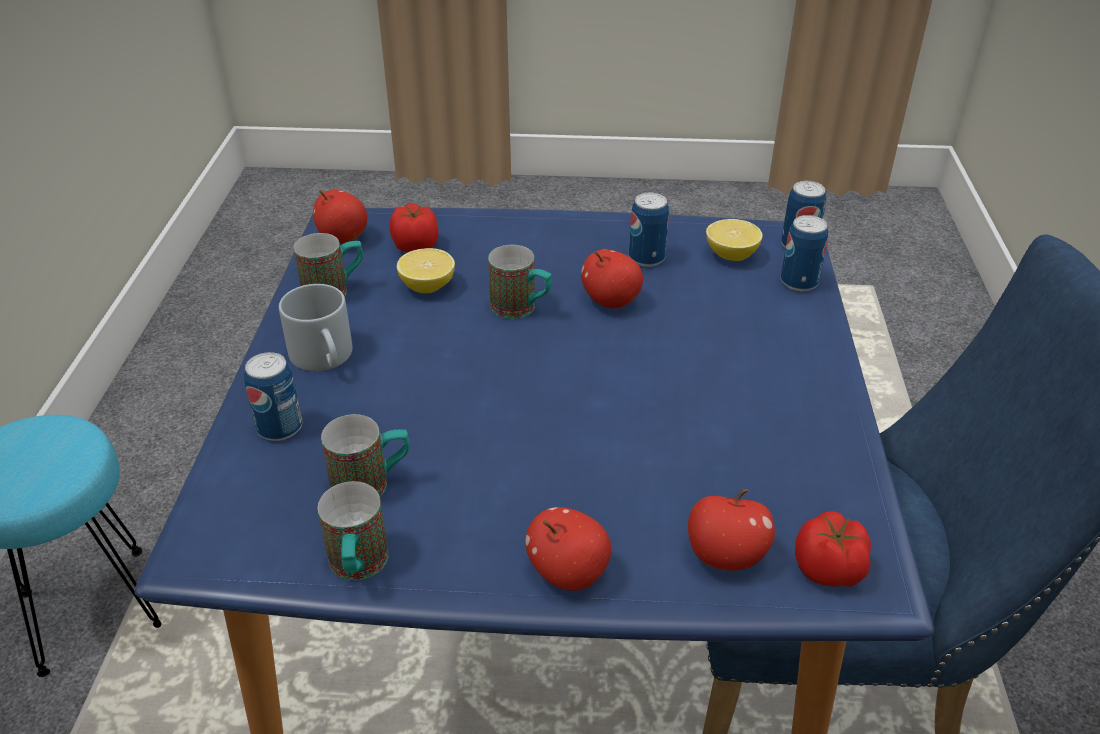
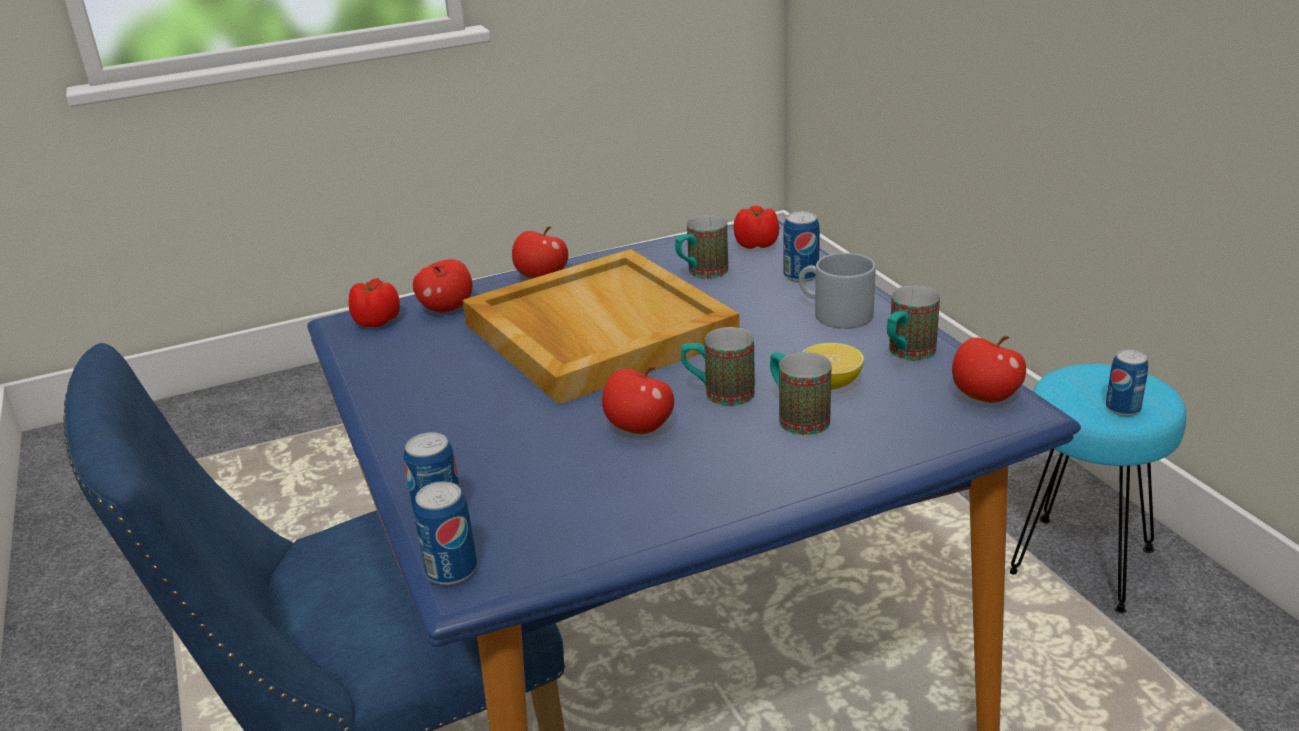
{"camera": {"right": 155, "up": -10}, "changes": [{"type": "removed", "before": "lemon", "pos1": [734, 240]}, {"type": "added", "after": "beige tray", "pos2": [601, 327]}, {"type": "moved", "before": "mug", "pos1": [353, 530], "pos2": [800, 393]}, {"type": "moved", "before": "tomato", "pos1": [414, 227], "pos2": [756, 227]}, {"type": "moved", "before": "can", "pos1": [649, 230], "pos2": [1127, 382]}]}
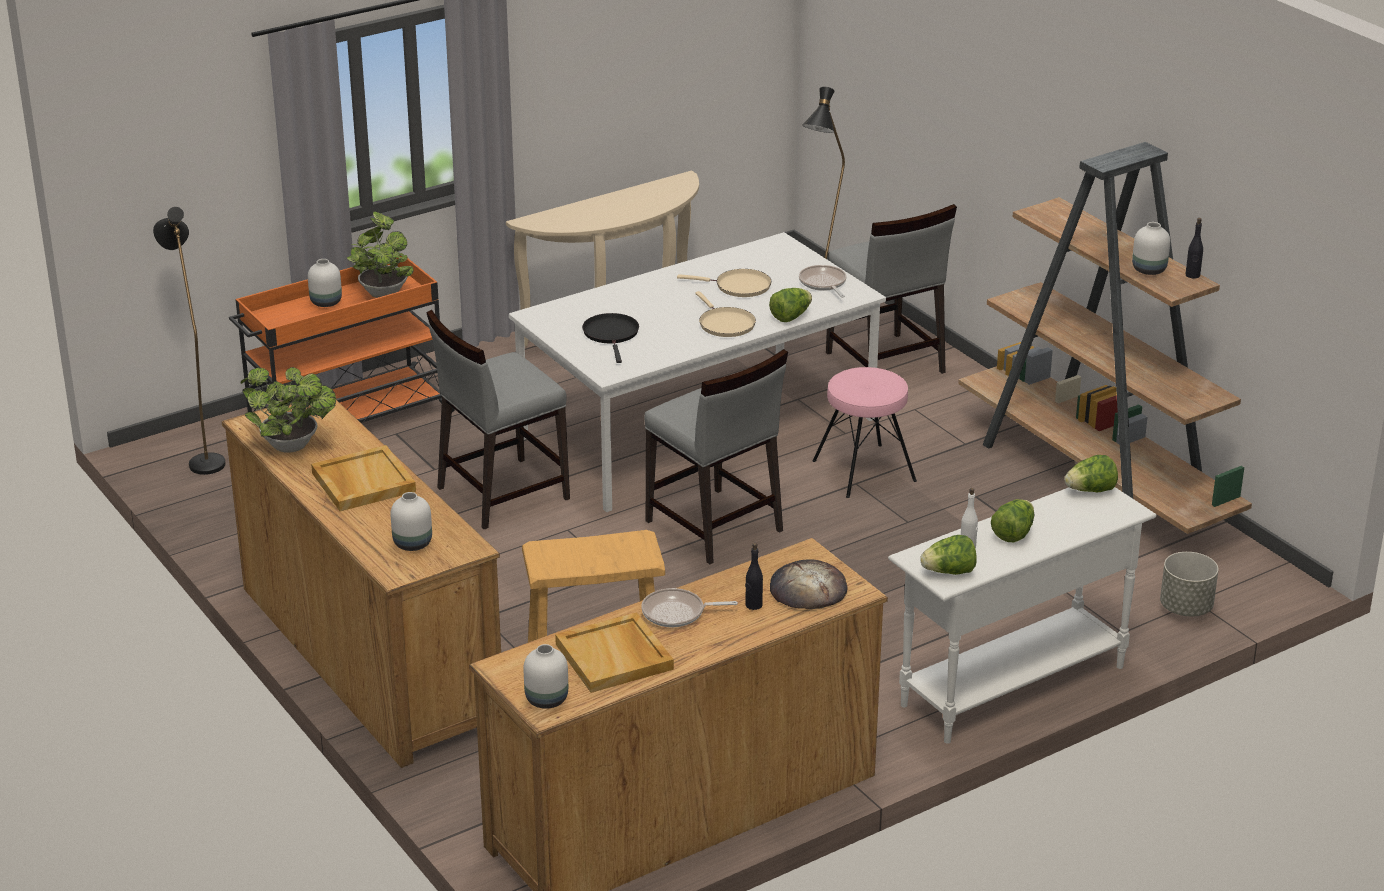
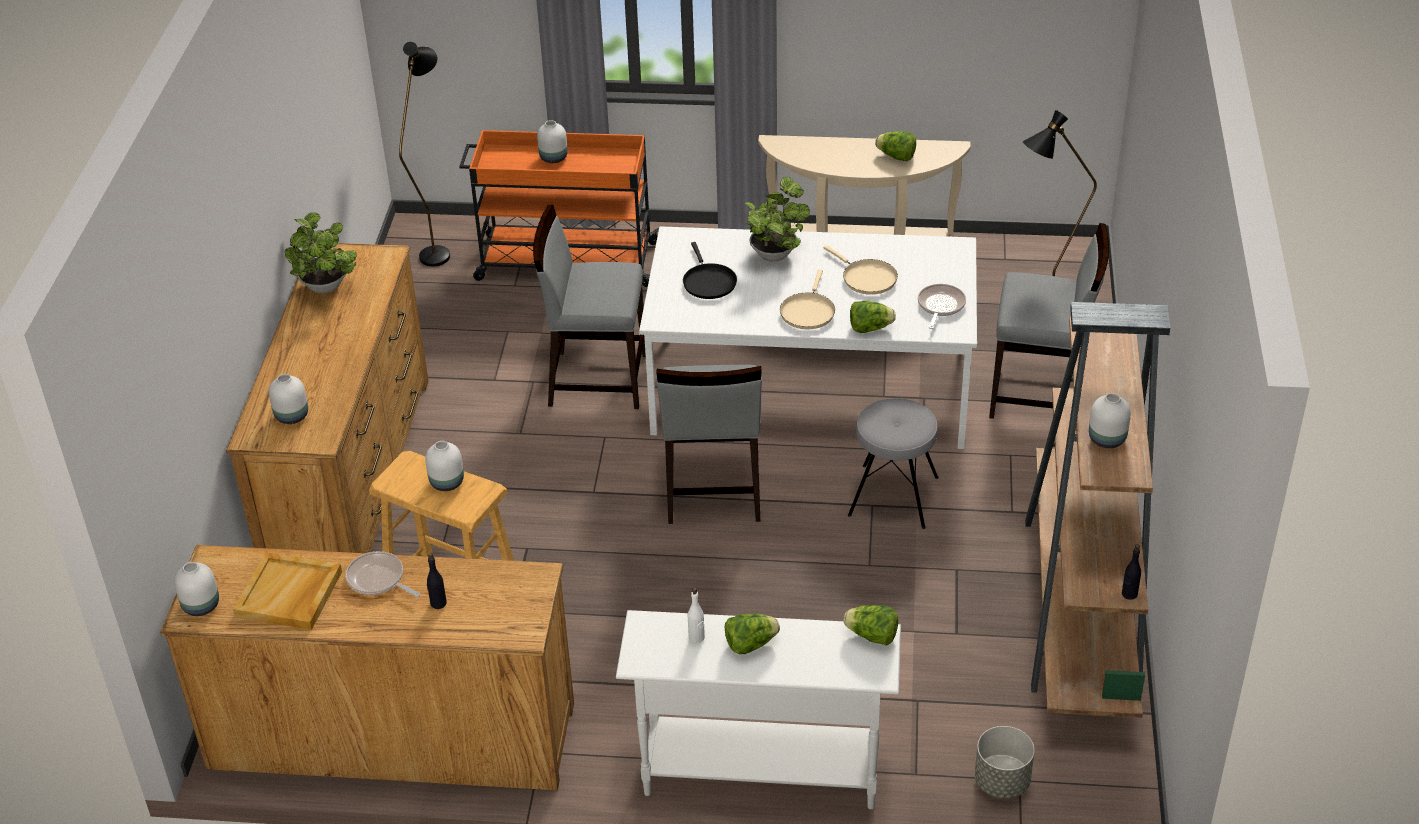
{"camera": {"right": 40, "up": 10}, "changes": [{"type": "removed", "before": "beige tray", "pos1": [363, 478]}, {"type": "removed", "before": "bread", "pos1": [809, 584]}, {"type": "added", "after": "white vase", "pos2": [444, 466]}, {"type": "moved", "before": "potted plant", "pos1": [380, 254], "pos2": [777, 219]}, {"type": "moved", "before": "lettuce", "pos1": [948, 555], "pos2": [895, 146]}, {"type": "moved", "before": "black bottle", "pos1": [1194, 248], "pos2": [1131, 572]}, {"type": "recoloured", "before": "pink stool", "after": "grey stool", "pos1": [865, 432], "pos2": [893, 463]}, {"type": "turned", "before": "black frying pan", "pos1": [610, 338], "pos2": [710, 270], "turn": 135}, {"type": "turned", "before": "grey chair", "pos1": [891, 289], "pos2": [1049, 321], "turn": -90}]}
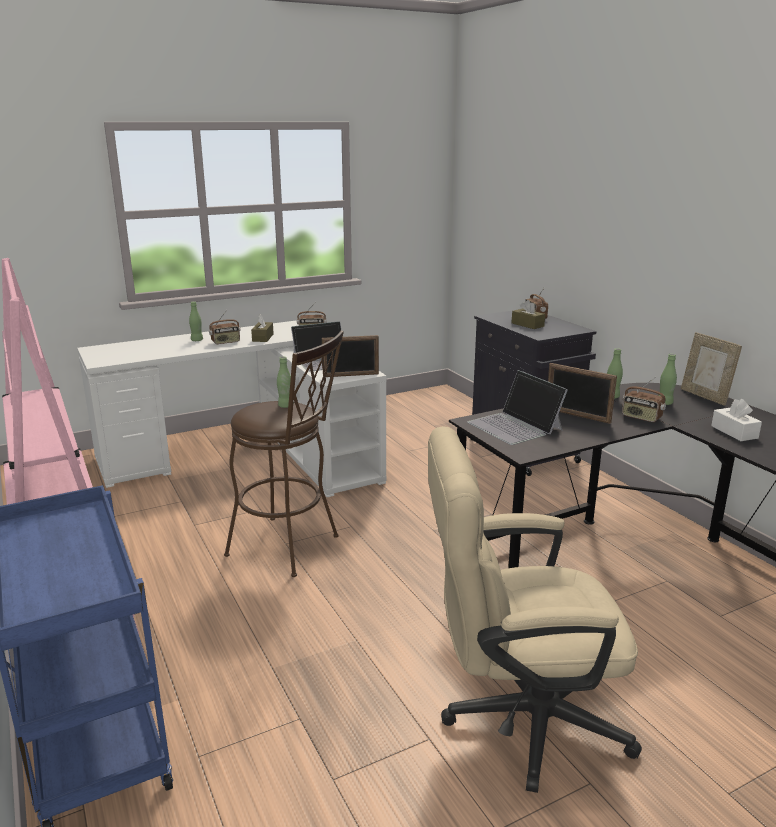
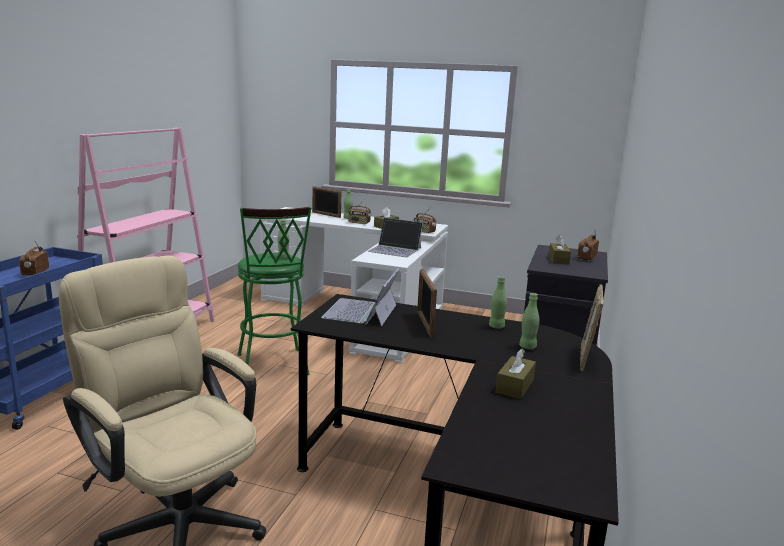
{"camera": {"right": 45, "up": -5}, "changes": [{"type": "moved", "before": "picture frame", "pos1": [350, 356], "pos2": [326, 202]}, {"type": "moved", "before": "radio", "pos1": [644, 399], "pos2": [34, 258]}, {"type": "recoloured", "before": "brown stool", "after": "green stool", "pos1": [284, 453], "pos2": [274, 291]}, {"type": "recoloured", "before": "white tissue box", "after": "brown tissue box", "pos1": [736, 420], "pos2": [516, 374]}]}
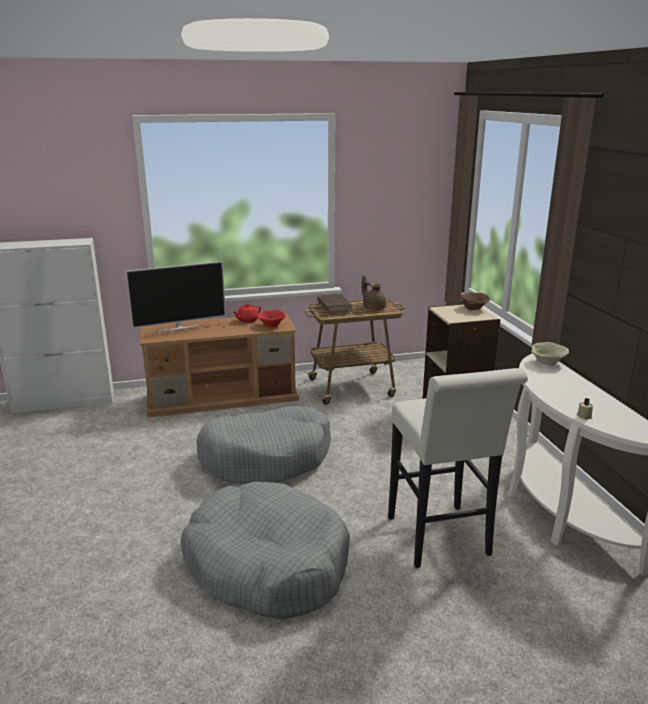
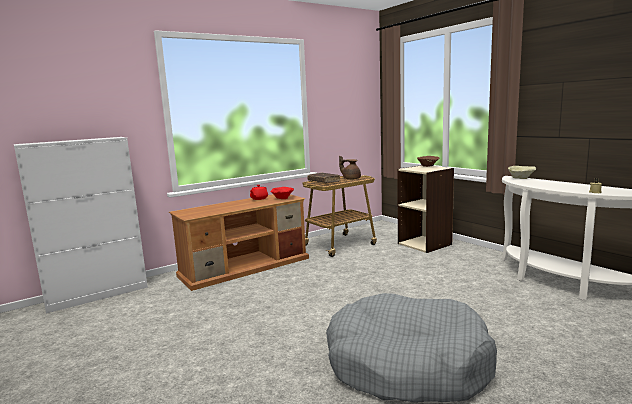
{"camera": {"right": -20, "up": -10}, "changes": [{"type": "removed", "before": "television", "pos1": [175, 296]}, {"type": "removed", "before": "grey dog bed", "pos1": [263, 445]}, {"type": "removed", "before": "white stool", "pos1": [458, 468]}]}
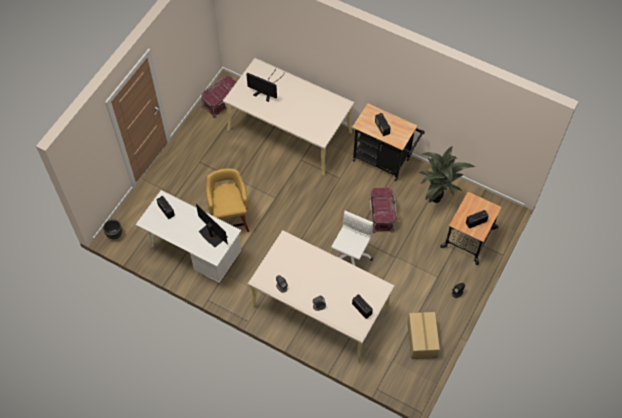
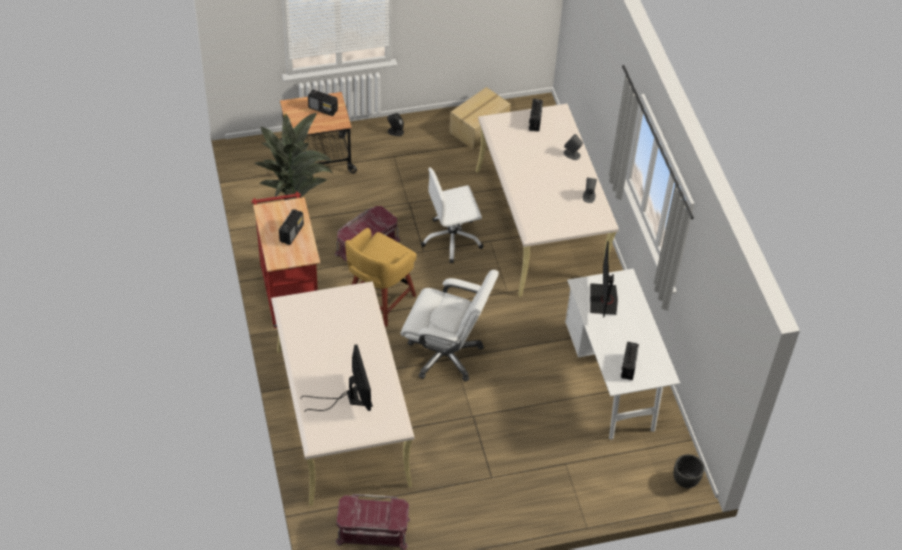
{"camera": {"right": -135, "up": -10}, "changes": [{"type": "added", "after": "white office chair", "pos2": [450, 326]}, {"type": "moved", "before": "yellow stool", "pos1": [227, 200], "pos2": [381, 277]}, {"type": "recoloured", "before": "black cart", "after": "red cart", "pos1": [388, 142], "pos2": [285, 260]}]}
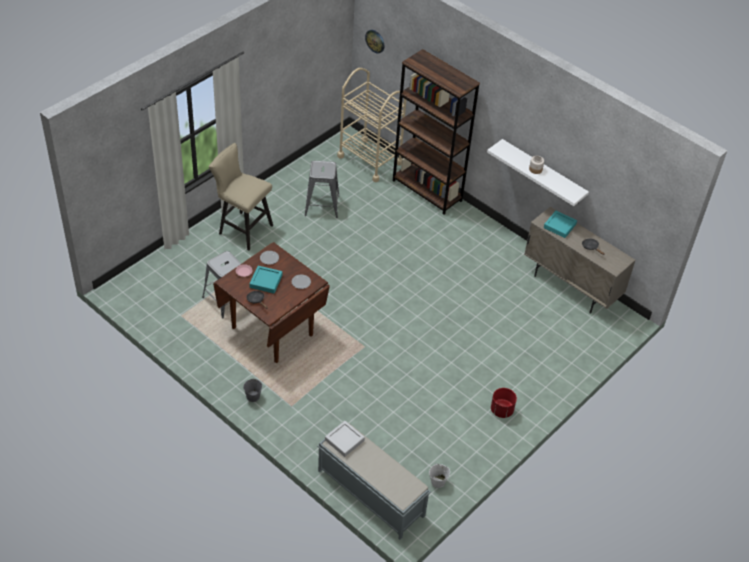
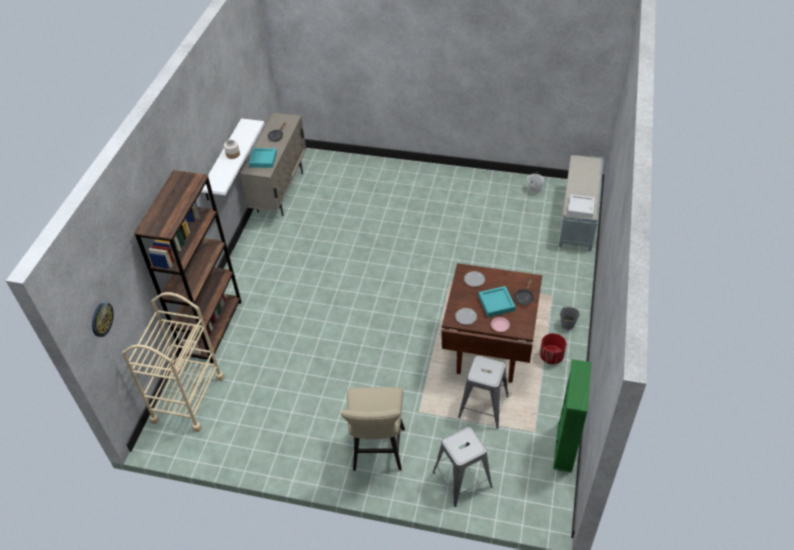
{"camera": {"right": -115, "up": 0}, "changes": [{"type": "added", "after": "green bookcase", "pos2": [572, 415]}, {"type": "moved", "before": "grey stool", "pos1": [322, 189], "pos2": [463, 467]}, {"type": "moved", "before": "red planter", "pos1": [504, 403], "pos2": [553, 348]}]}
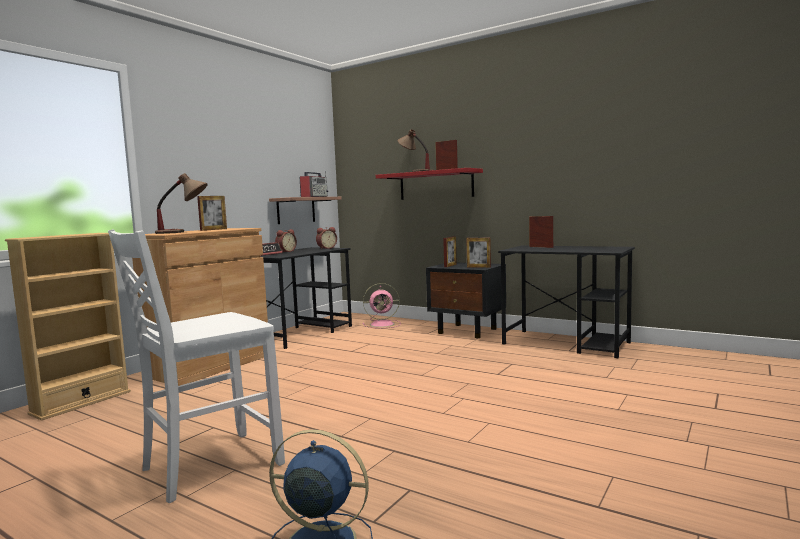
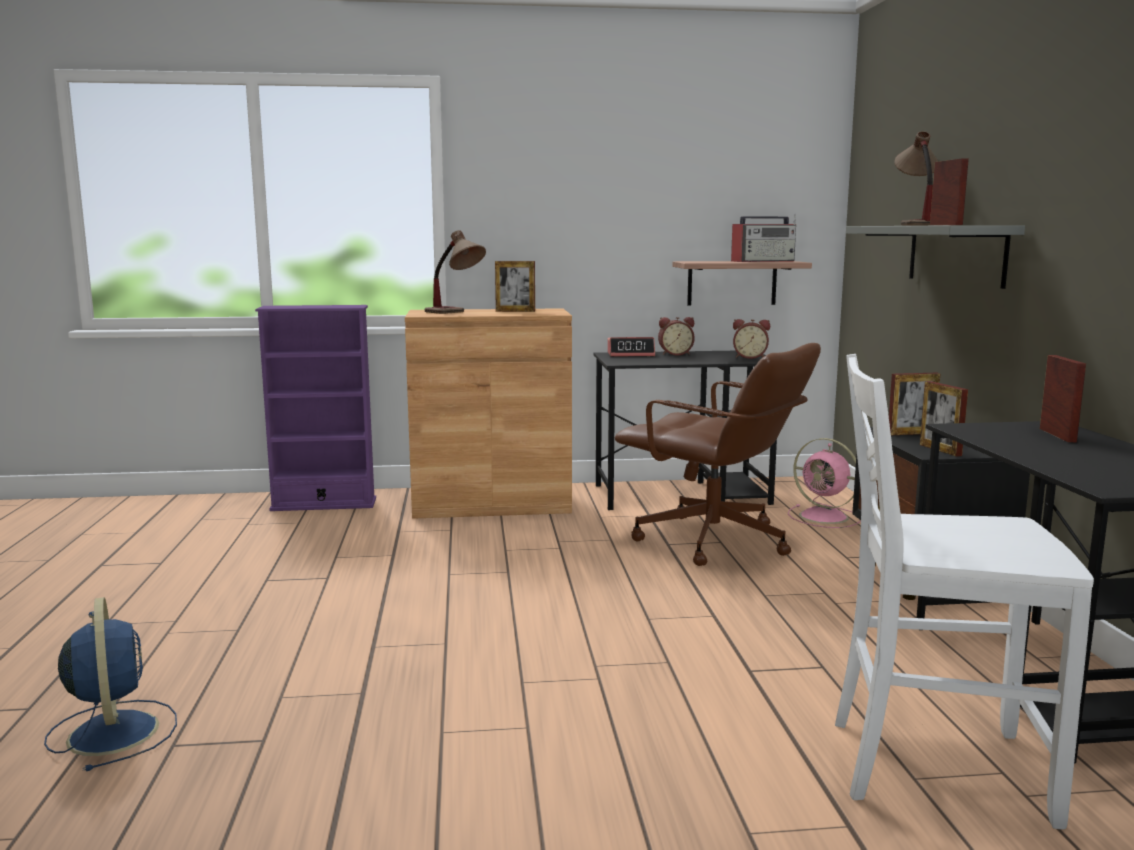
{"camera": {"right": 50, "up": 5}, "changes": [{"type": "added", "after": "brown office chair", "pos2": [717, 454]}, {"type": "moved", "before": "white chair", "pos1": [196, 366], "pos2": [964, 591]}, {"type": "recoloured", "before": "beige bookcase", "after": "purple bookcase", "pos1": [68, 327], "pos2": [315, 408]}, {"type": "recoloured", "before": "red shelf", "after": "grey shelf", "pos1": [429, 184], "pos2": [935, 257]}]}
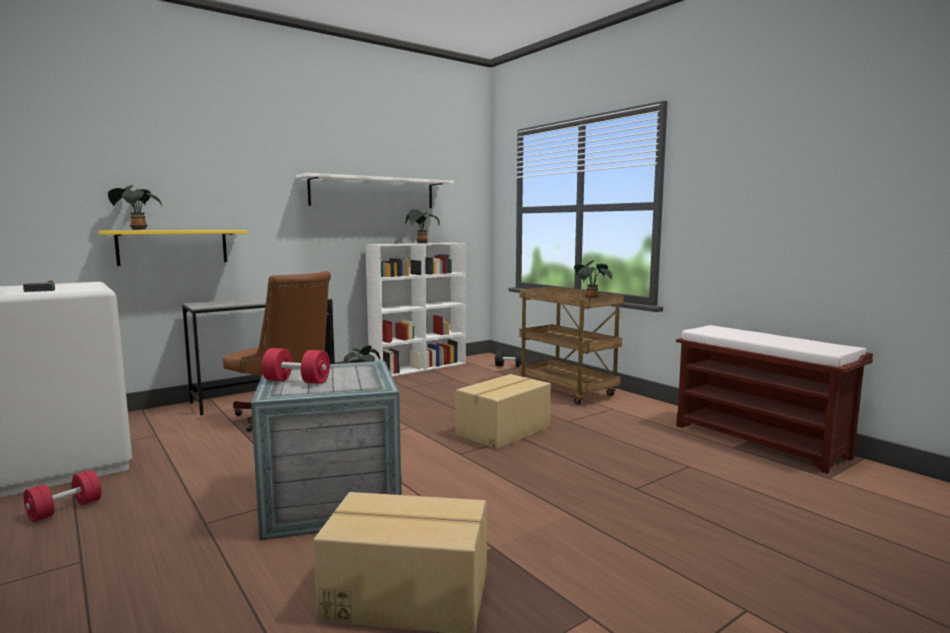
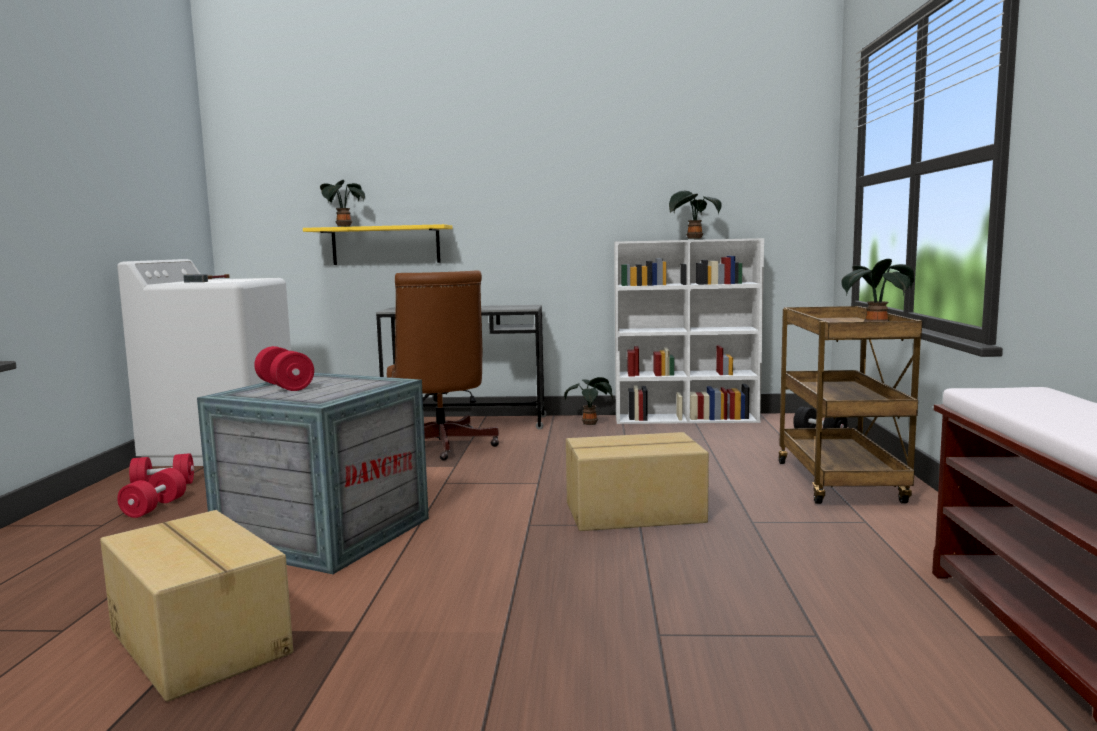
{"camera": {"right": 40, "up": 0}, "changes": [{"type": "removed", "before": "white shelf", "pos1": [375, 190]}, {"type": "added", "after": "red dumbbell", "pos2": [151, 493]}]}
